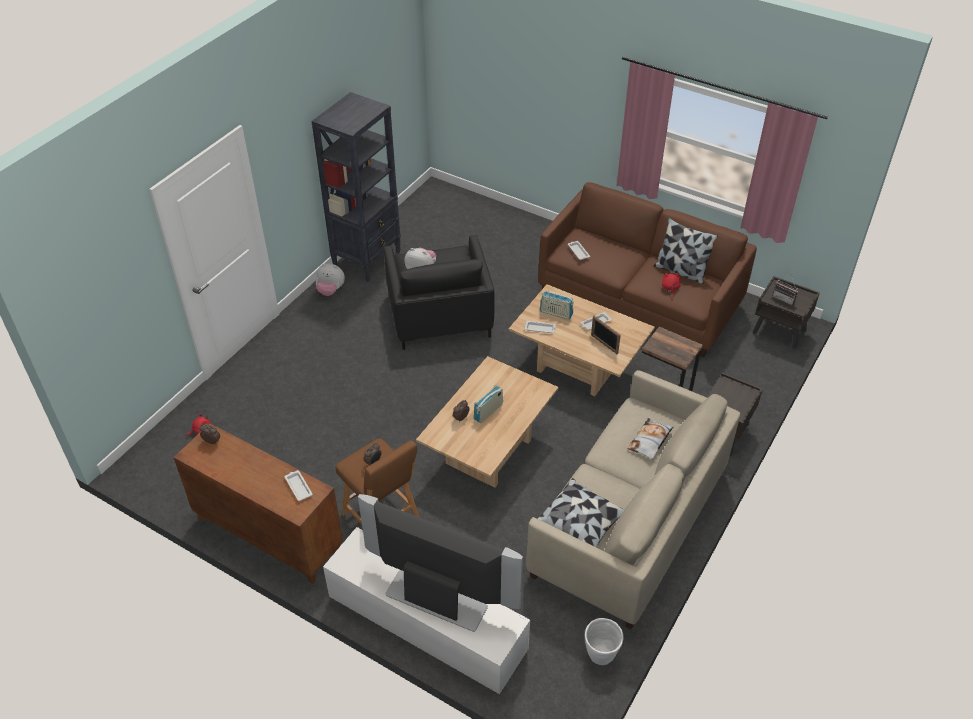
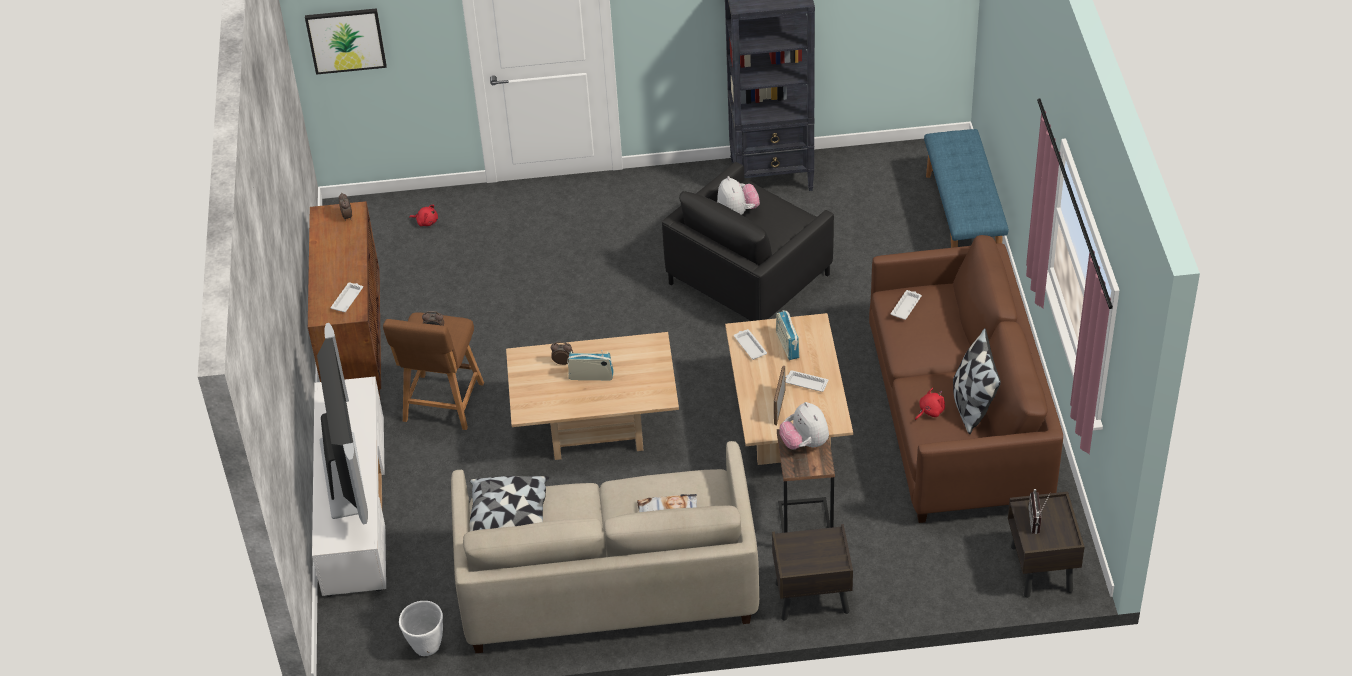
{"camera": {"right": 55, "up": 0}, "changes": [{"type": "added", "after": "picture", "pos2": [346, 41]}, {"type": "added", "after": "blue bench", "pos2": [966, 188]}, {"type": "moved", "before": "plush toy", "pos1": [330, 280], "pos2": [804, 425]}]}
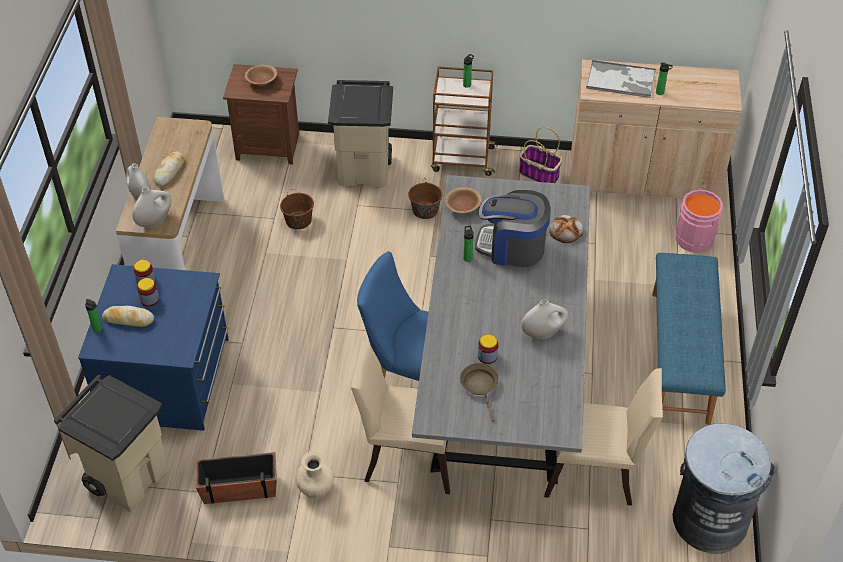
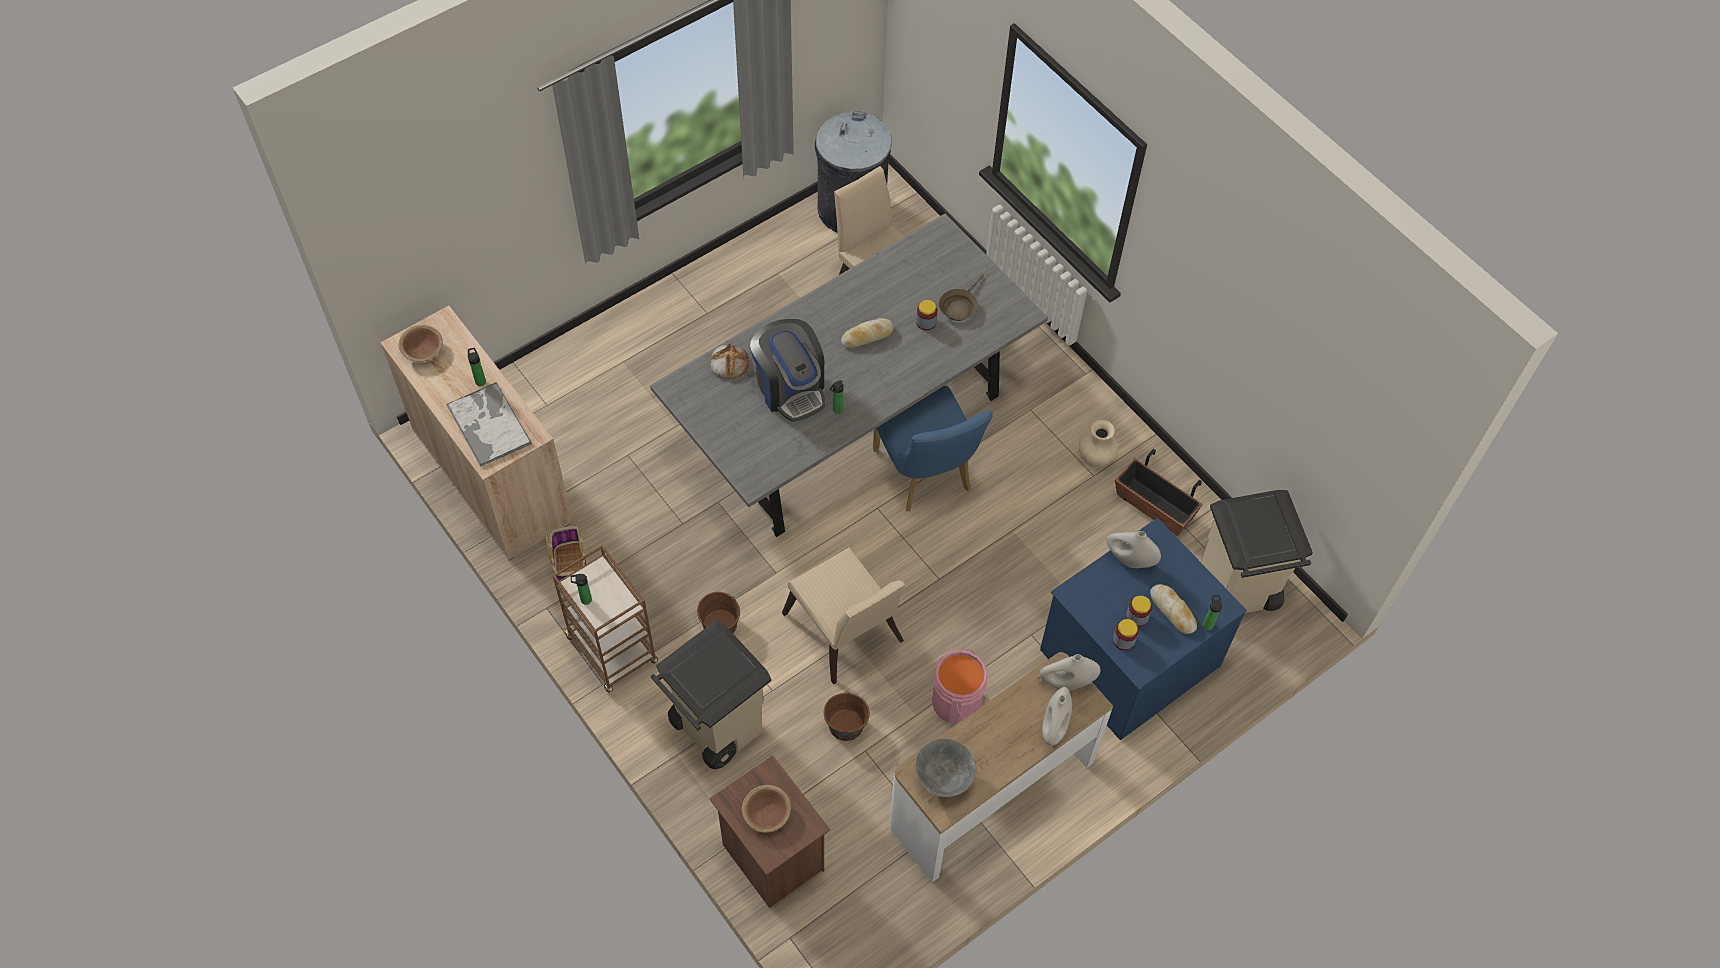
{"camera": {"right": -135, "up": 10}, "changes": [{"type": "removed", "before": "blue bench", "pos1": [689, 339]}, {"type": "added", "after": "grey bowl", "pos2": [945, 768]}, {"type": "moved", "before": "bread", "pos1": [169, 169], "pos2": [867, 333]}, {"type": "moved", "before": "beige chair", "pos1": [400, 417], "pos2": [843, 615]}, {"type": "moved", "before": "brown bowl", "pos1": [463, 200], "pos2": [421, 343]}, {"type": "moved", "before": "white vase", "pos1": [544, 319], "pos2": [1134, 549]}, {"type": "moved", "before": "pink bucket", "pos1": [697, 221], "pos2": [960, 686]}]}
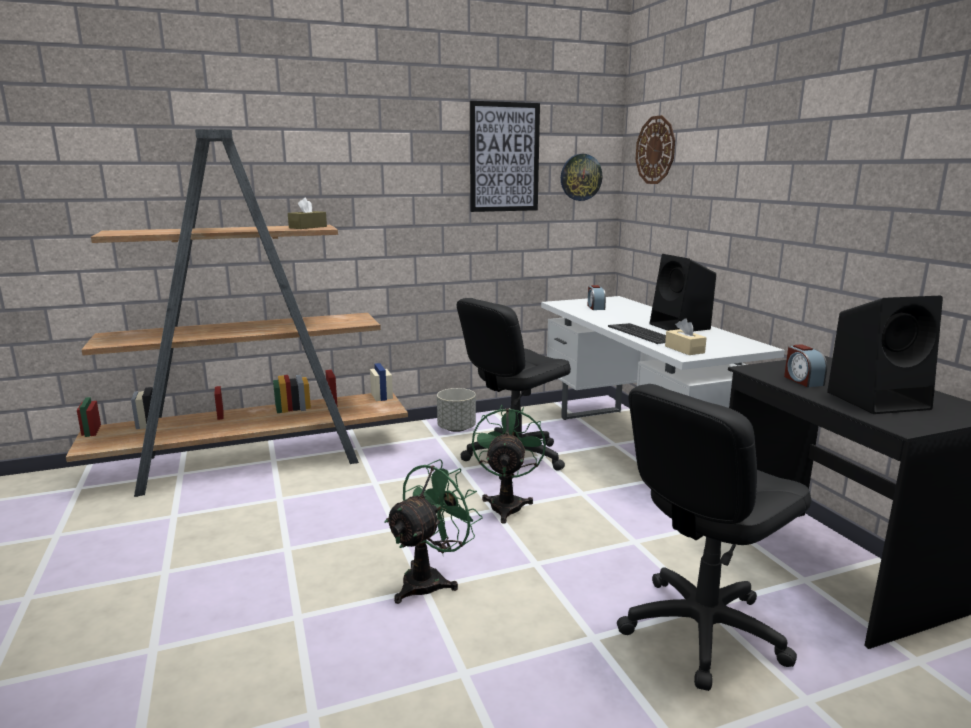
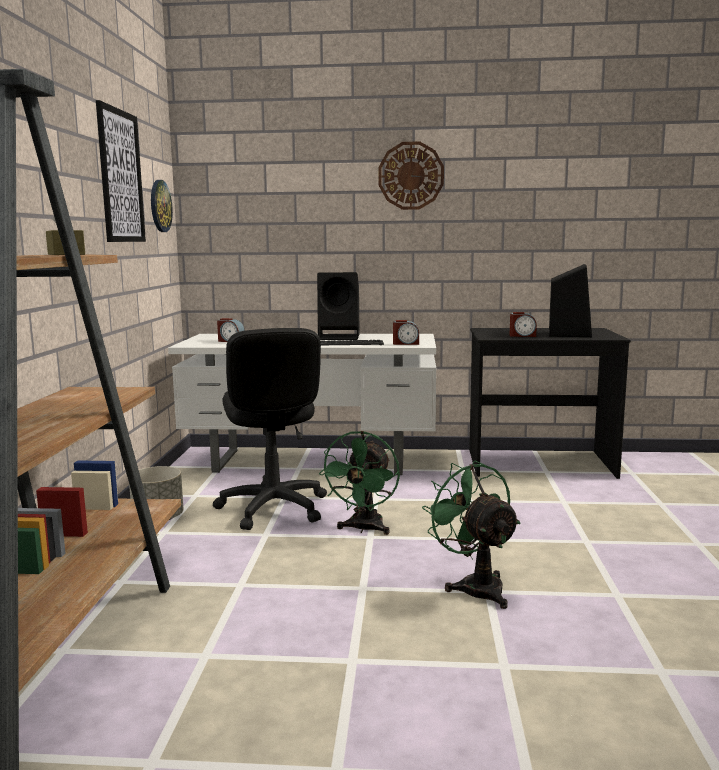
{"camera": {"right": -65, "up": -5}, "changes": [{"type": "removed", "before": "black office chair", "pos1": [714, 537]}, {"type": "moved", "before": "wall clock", "pos1": [655, 149], "pos2": [411, 175]}, {"type": "replaced", "before": "beige tissue box", "after": "alarm clock", "pos1": [686, 337], "pos2": [406, 332]}, {"type": "turned", "before": "green fan", "pos1": [509, 464], "pos2": [359, 483], "turn": -105}]}
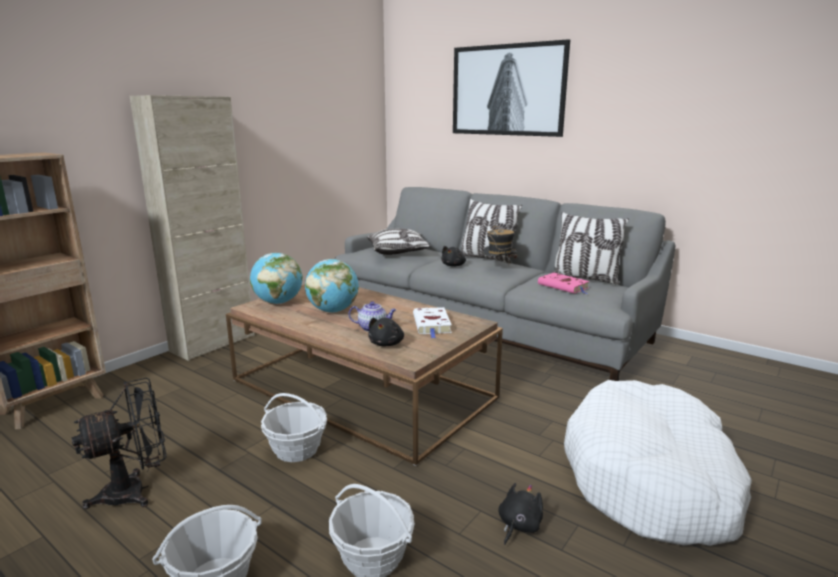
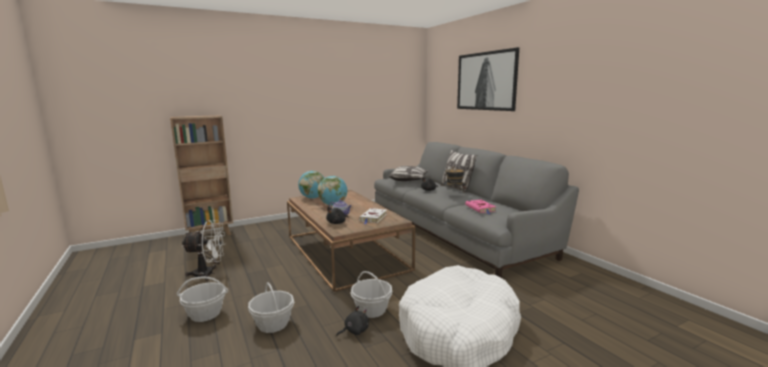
{"camera": {"right": 25, "up": -5}, "changes": [{"type": "removed", "before": "beige cabinet", "pos1": [192, 228]}, {"type": "removed", "before": "pillow", "pos1": [590, 248]}, {"type": "moved", "before": "basket", "pos1": [294, 427], "pos2": [371, 294]}, {"type": "recoloured", "before": "black fan", "after": "white fan", "pos1": [118, 443], "pos2": [203, 250]}]}
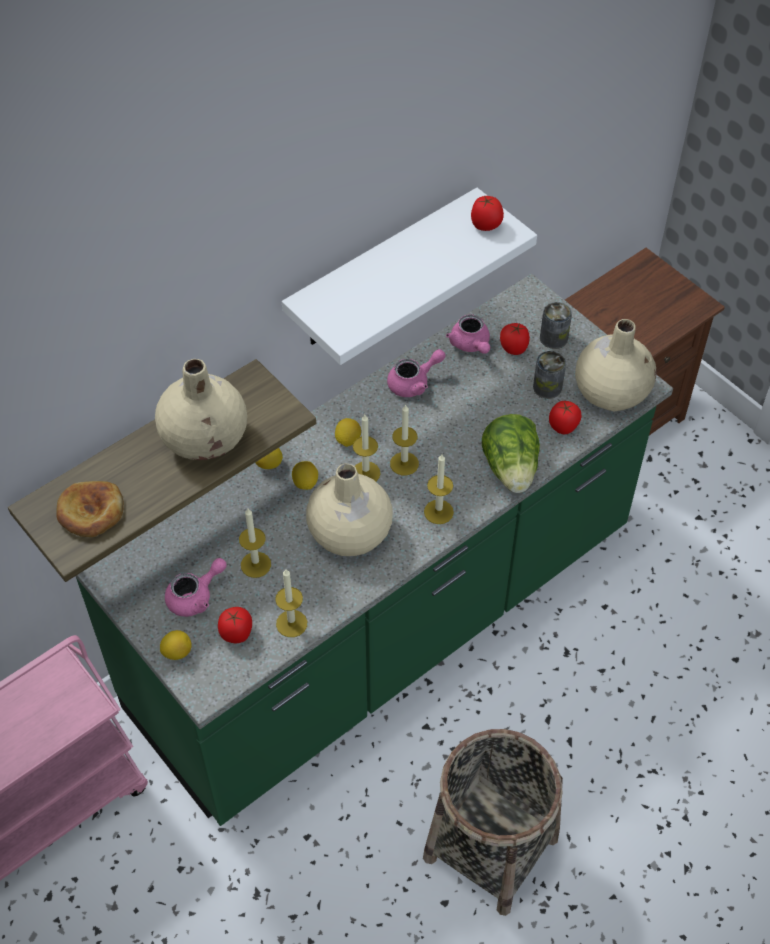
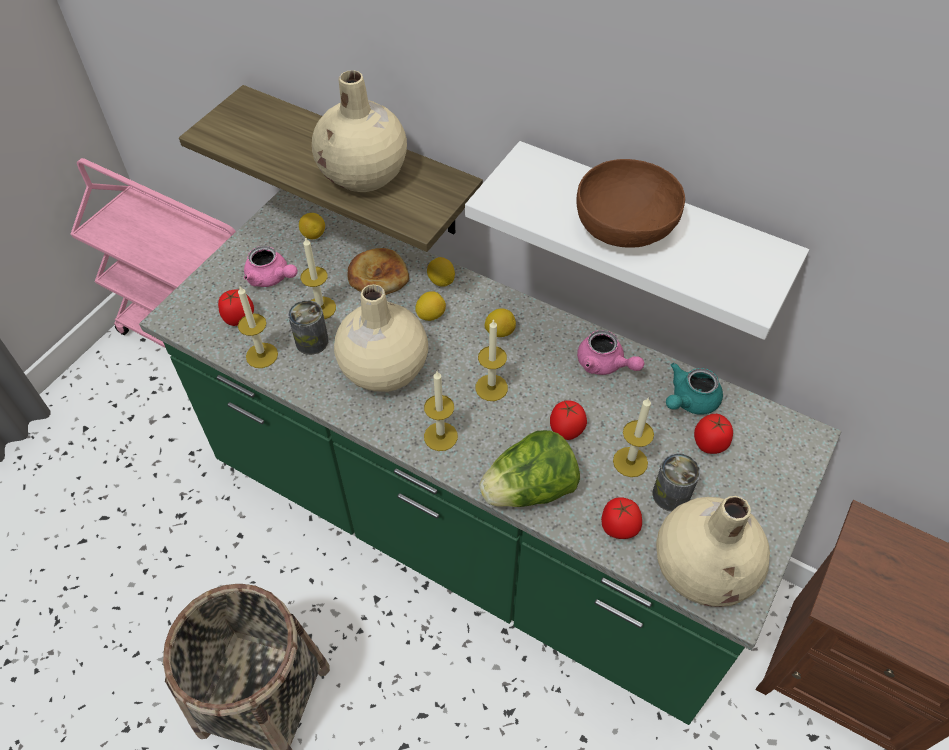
{"camera": {"right": 70, "up": 0}, "changes": [{"type": "added", "after": "brown bowl", "pos2": [630, 203]}, {"type": "moved", "before": "bread", "pos1": [90, 509], "pos2": [378, 271]}, {"type": "moved", "before": "lemon", "pos1": [176, 645], "pos2": [312, 226]}, {"type": "moved", "before": "candle", "pos1": [367, 448], "pos2": [633, 437]}, {"type": "moved", "before": "tomato", "pos1": [487, 213], "pos2": [568, 420]}, {"type": "moved", "before": "can", "pos1": [556, 325], "pos2": [308, 327]}, {"type": "recoloured", "before": "pink teapot", "after": "turquoise teapot", "pos1": [468, 334], "pos2": [694, 389]}]}
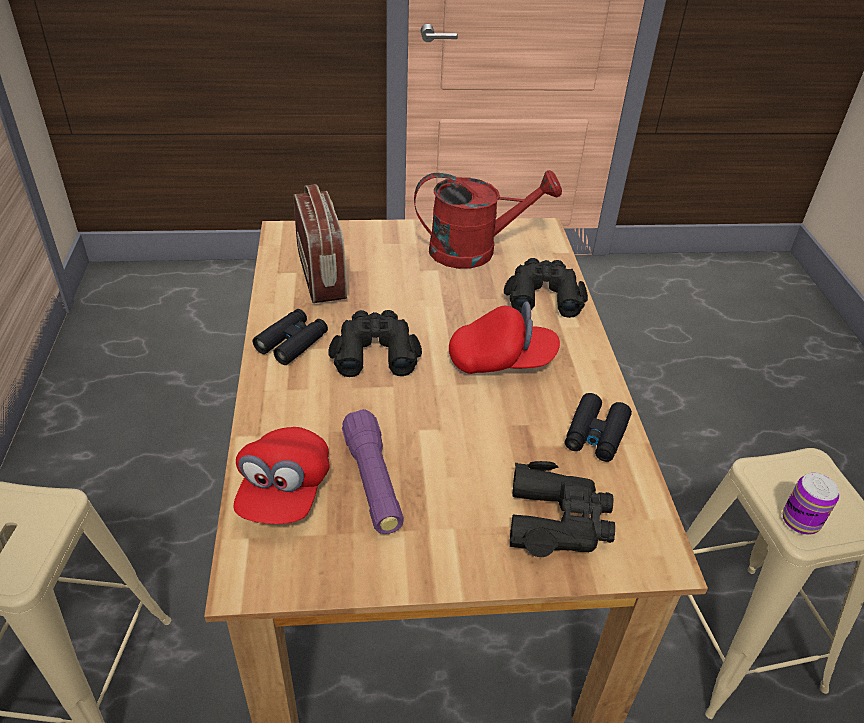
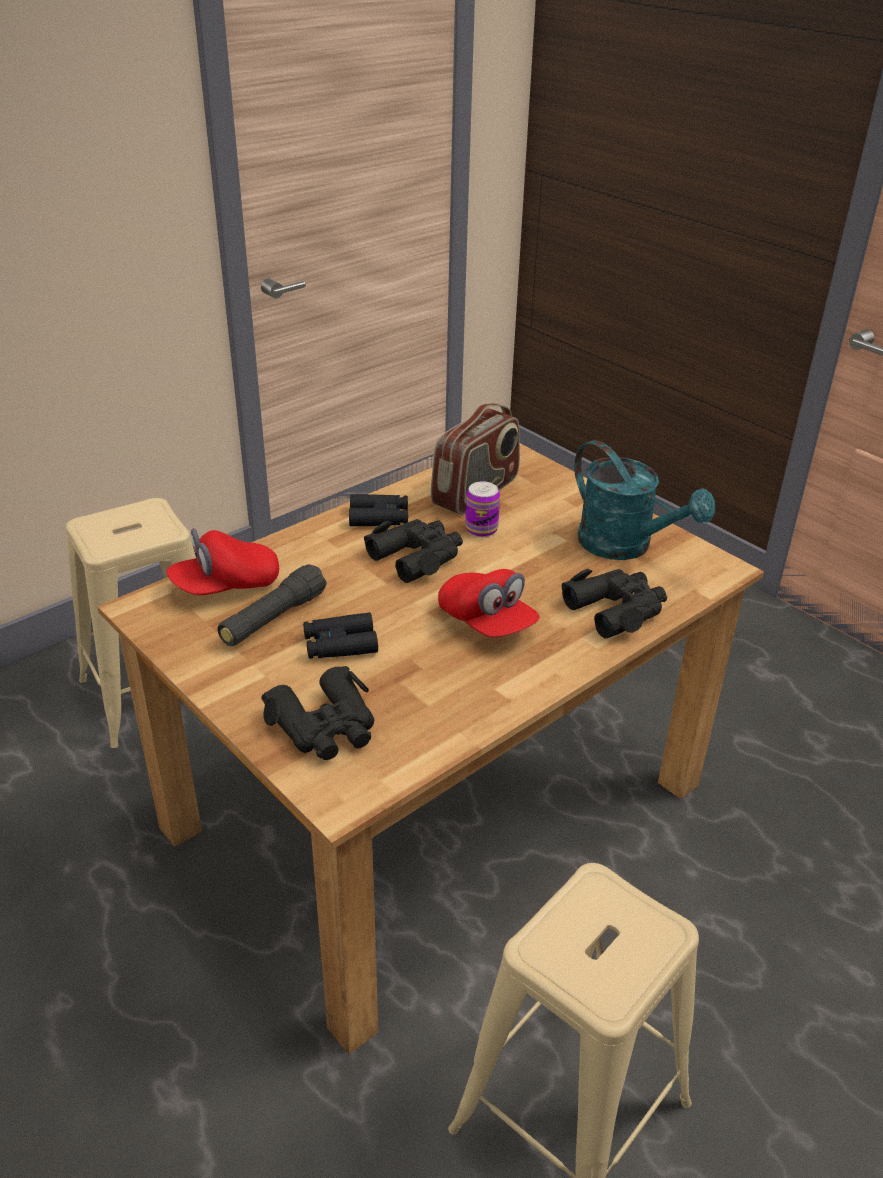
{"camera": {"right": 55, "up": -5}, "changes": [{"type": "moved", "before": "black binoculars", "pos1": [598, 427], "pos2": [340, 635]}, {"type": "moved", "before": "can", "pos1": [810, 504], "pos2": [482, 509]}, {"type": "recoloured", "before": "purple flashlight", "after": "black flashlight", "pos1": [373, 471], "pos2": [272, 605]}, {"type": "recoloured", "before": "red watering can", "after": "turquoise watering can", "pos1": [488, 219], "pos2": [644, 500]}]}
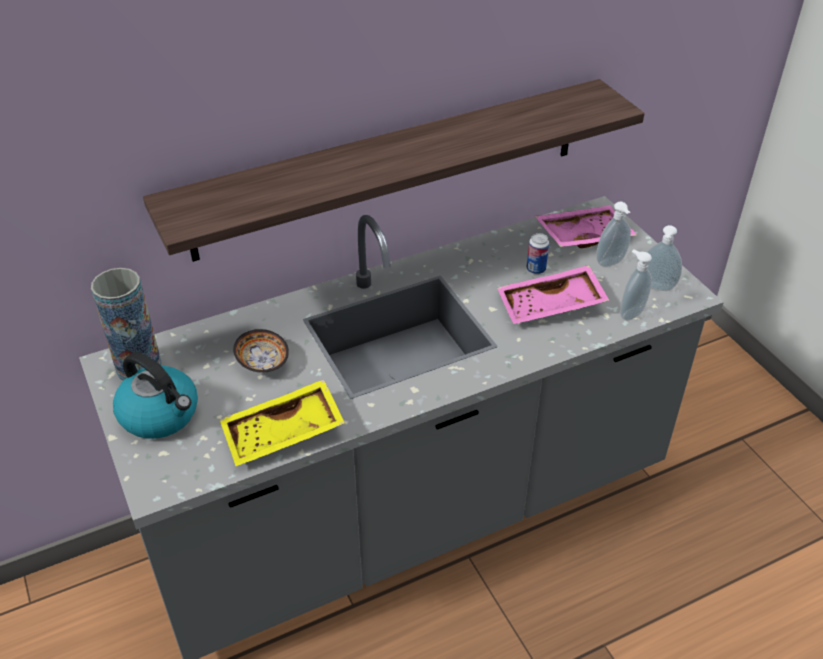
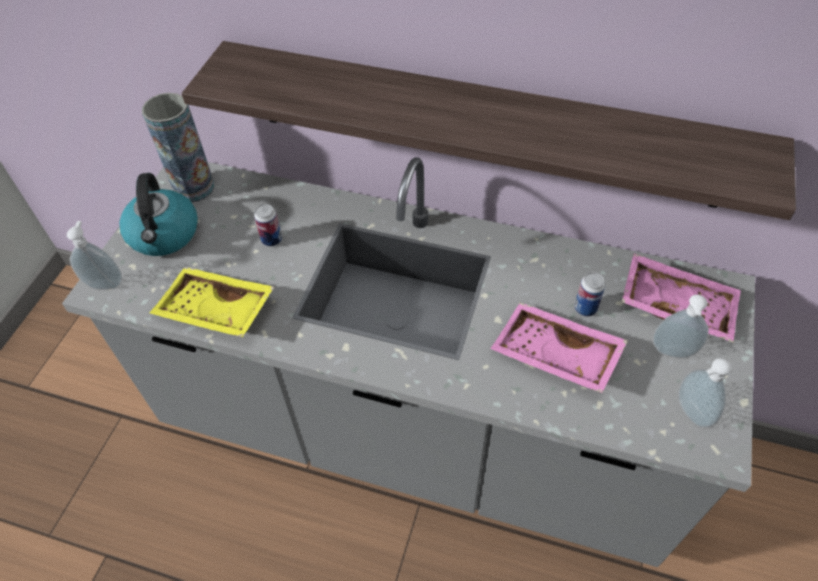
{"camera": {"right": 45, "up": 10}, "changes": [{"type": "moved", "before": "soap dispenser", "pos1": [636, 285], "pos2": [94, 255]}, {"type": "replaced", "before": "bowl", "after": "can", "pos1": [261, 351], "pos2": [268, 225]}]}
